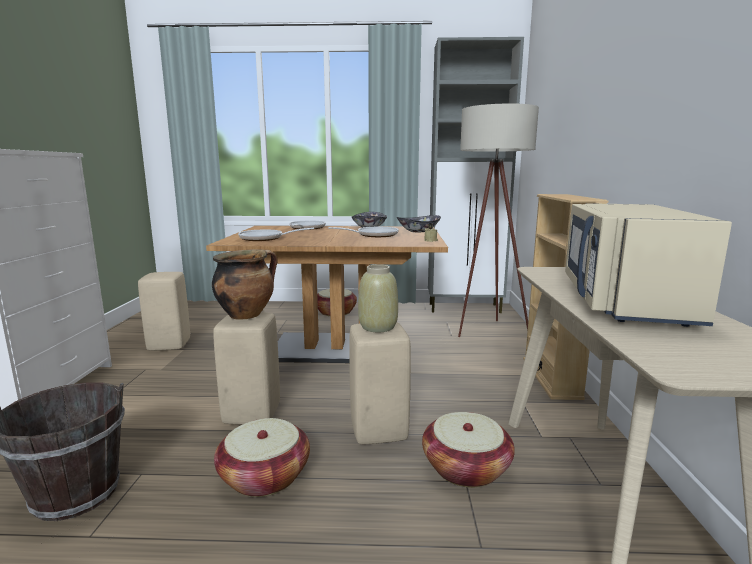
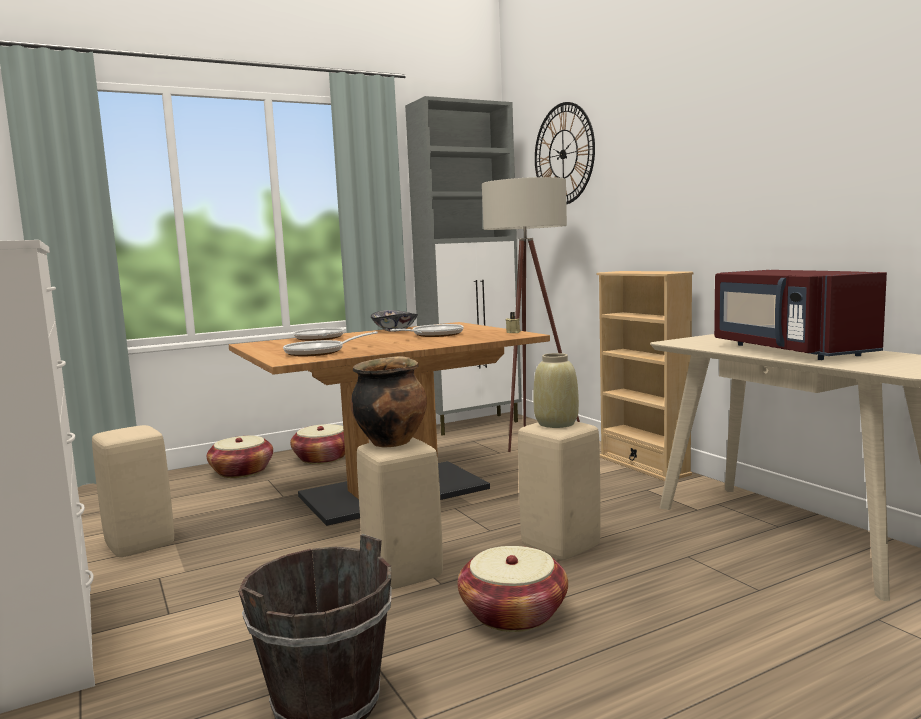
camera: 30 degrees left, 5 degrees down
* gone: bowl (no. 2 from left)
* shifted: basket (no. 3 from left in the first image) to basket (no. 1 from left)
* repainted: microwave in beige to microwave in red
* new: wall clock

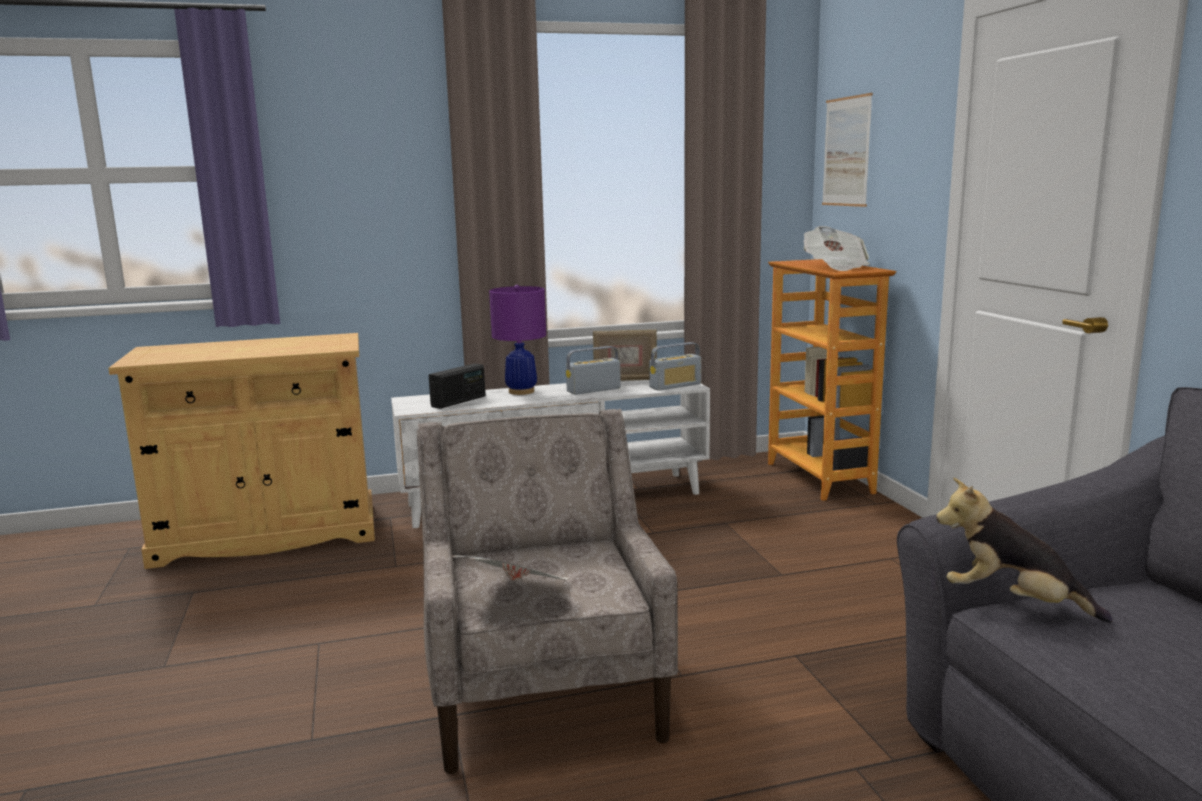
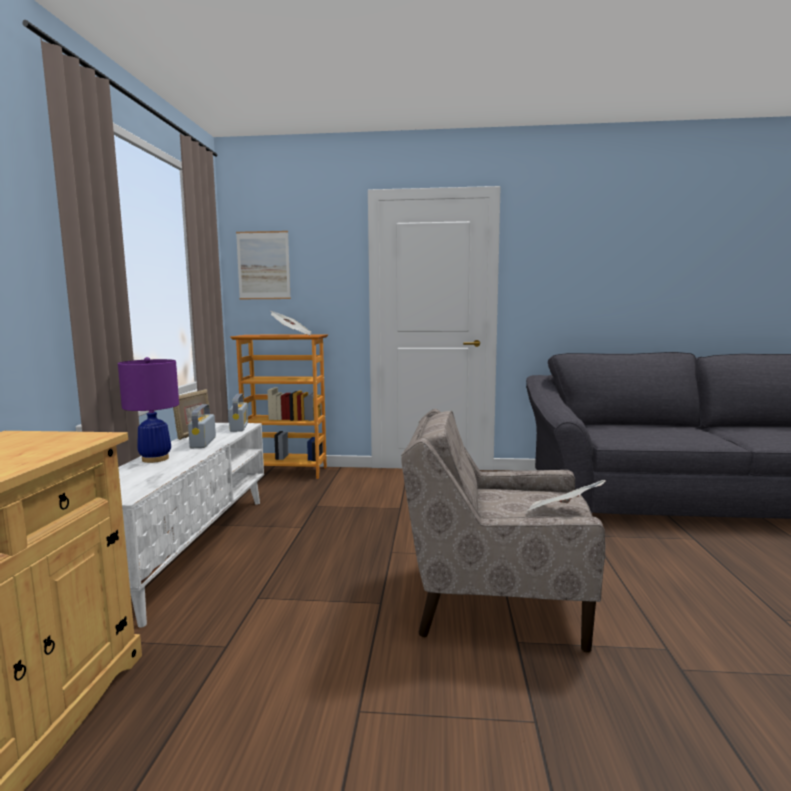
camera: 70 degrees left, 5 degrees down
* gone: radio (no. 1 from left)
* gone: plush toy

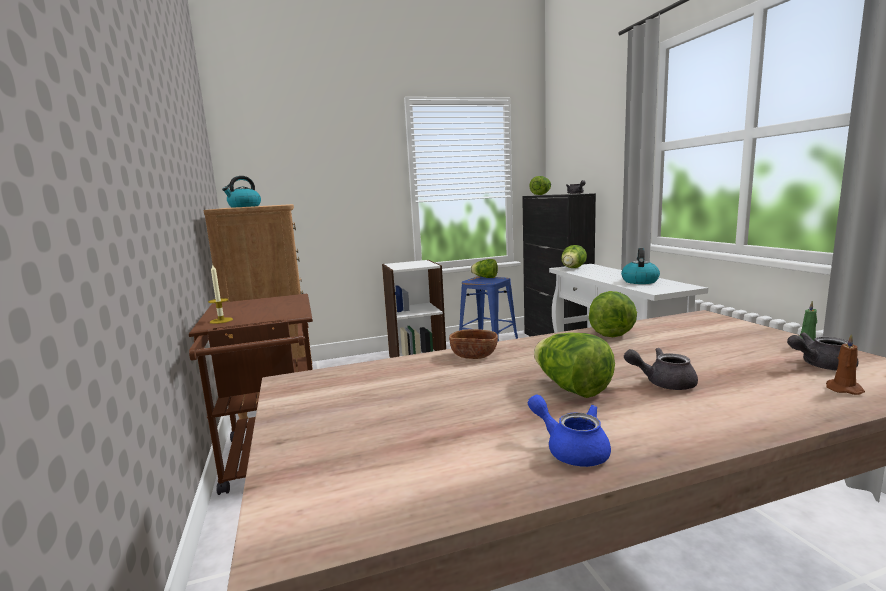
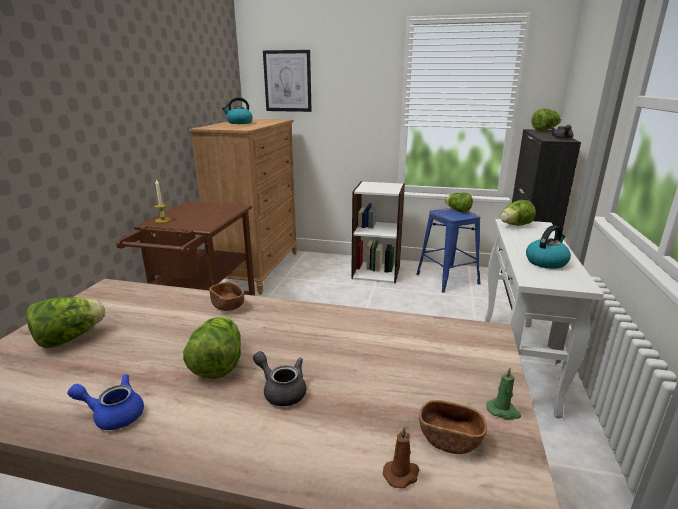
camera: 30 degrees right, 10 degrees up
* rotated: teapot in blue 75 degrees counterclockwise
* shifted: lettuce (no. 5 from left in the first image) to lettuce (no. 1 from left)
* swapped: teapot in grey (no. 3 from left) to bowl in brown (no. 2 from left)
* new: picture

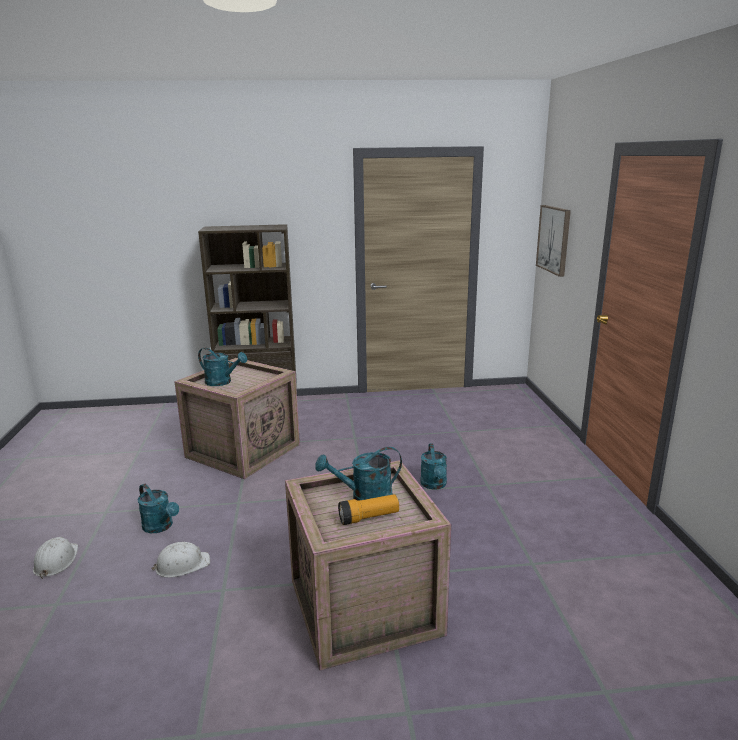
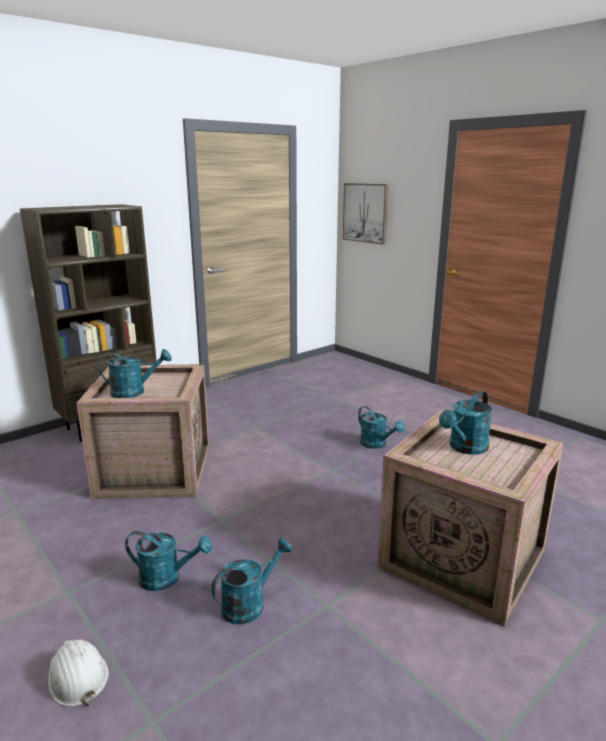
camera: 35 degrees left, 0 degrees up
* swapped: hard hat in white (no. 2 from left) to watering can in turquoise (no. 3 from left)
* gone: flashlight

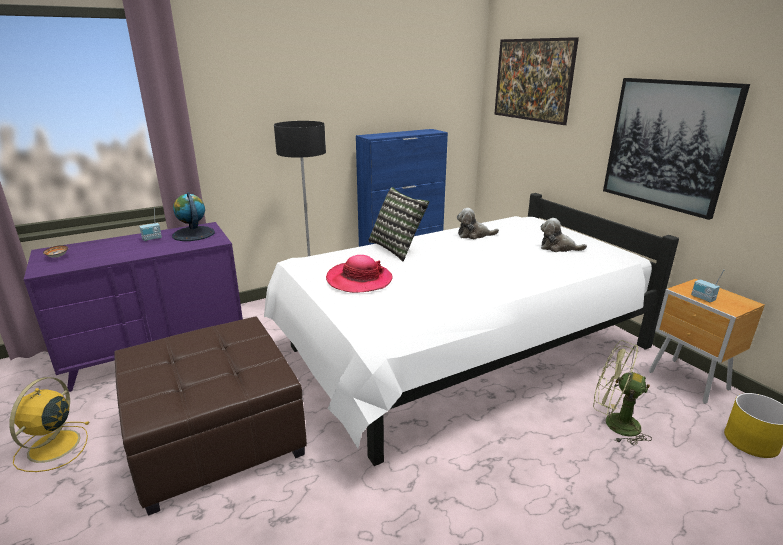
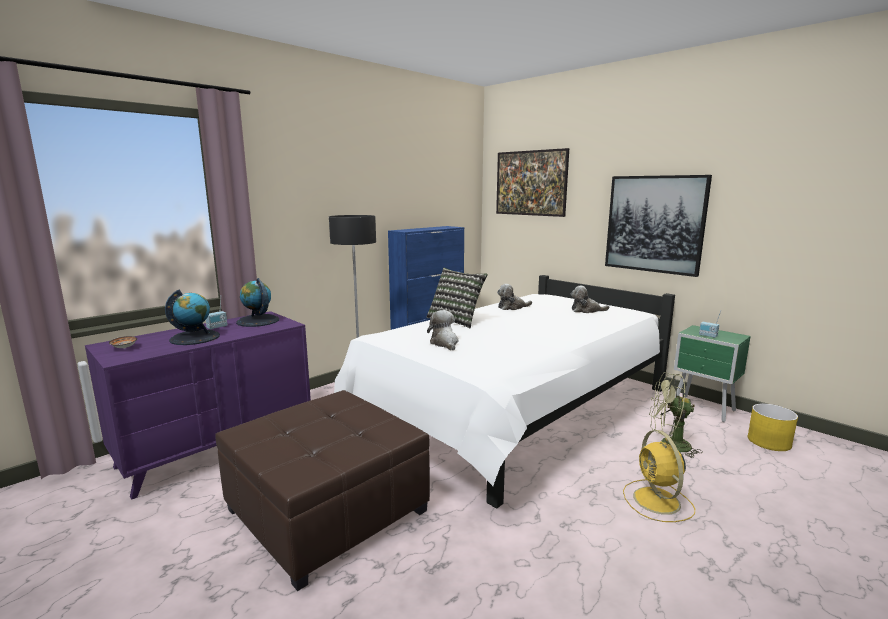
camera: 15 degrees left, 10 degrees down
* shifted: fan in yellow
* swapped: hat to plush toy (no. 1 from left)
* repainted: nightstand in brown to nightstand in green
* new: globe (no. 1 from left)

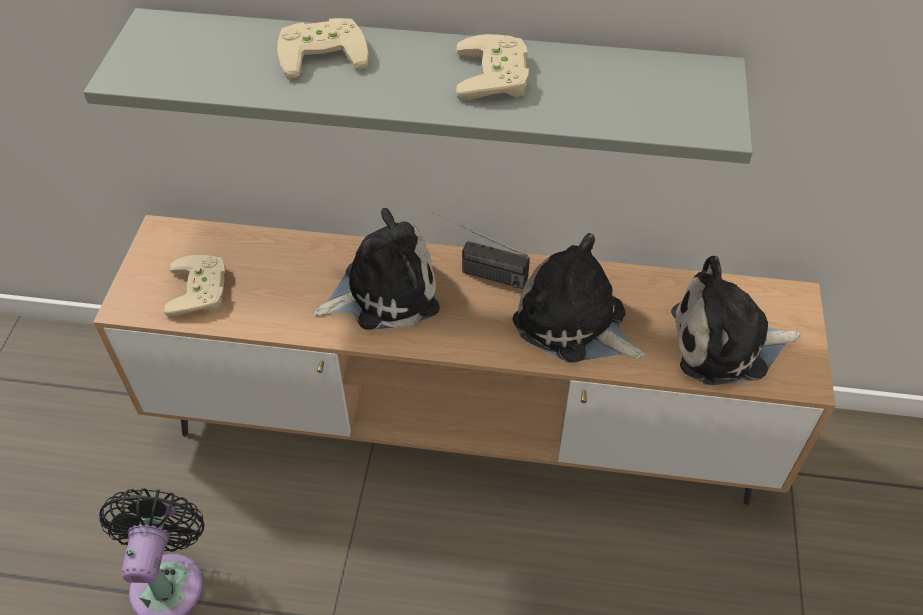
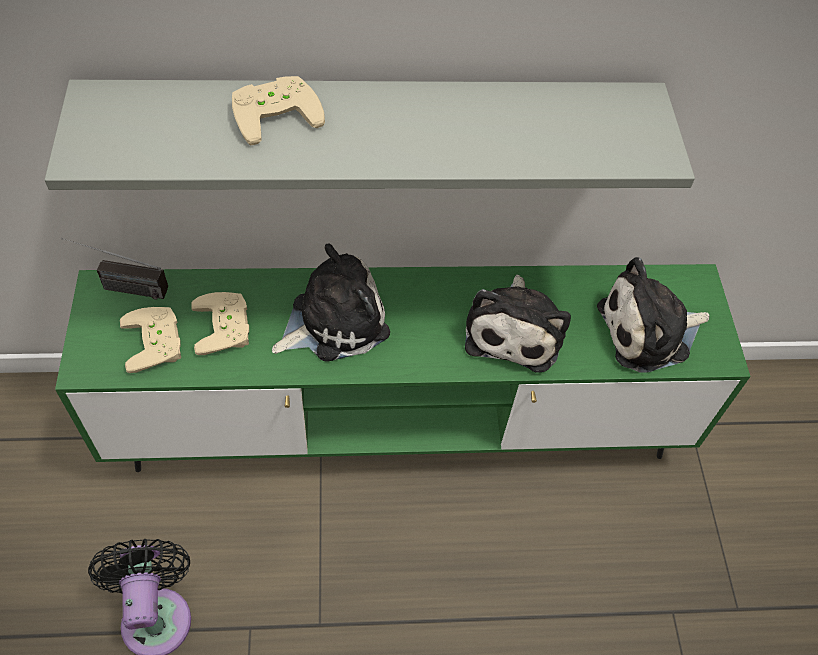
camera: 15 degrees left, 5 degrees up
* repainted: tv stand in brown to tv stand in green
* shifted: radio
* shifted: game controller in beige (no. 3 from left in the first image) to game controller in beige (no. 2 from left)
* rotated: plush toy (no. 2 from left) 105 degrees counterclockwise

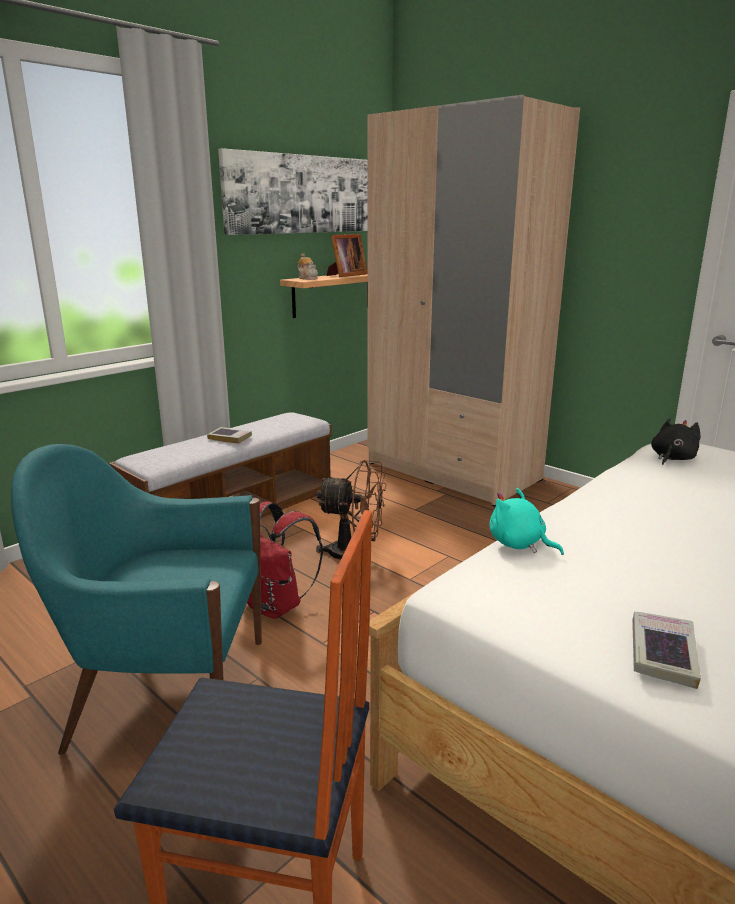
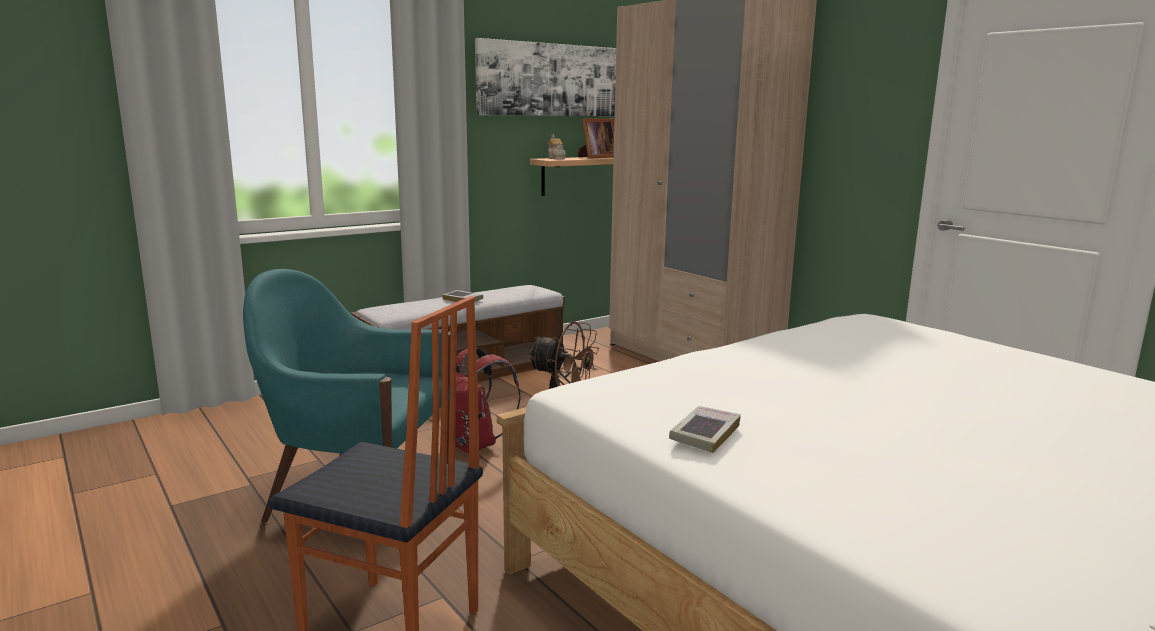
camera: 10 degrees right, 5 degrees down
* gone: plush toy in turquoise
* gone: plush toy in black

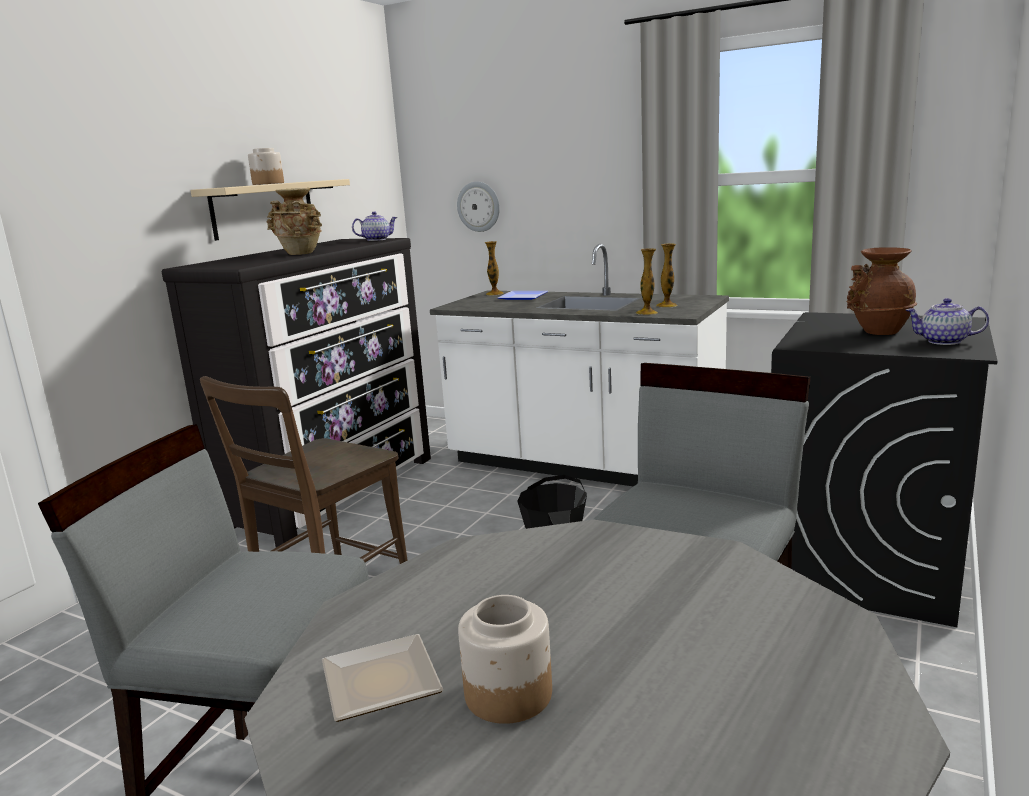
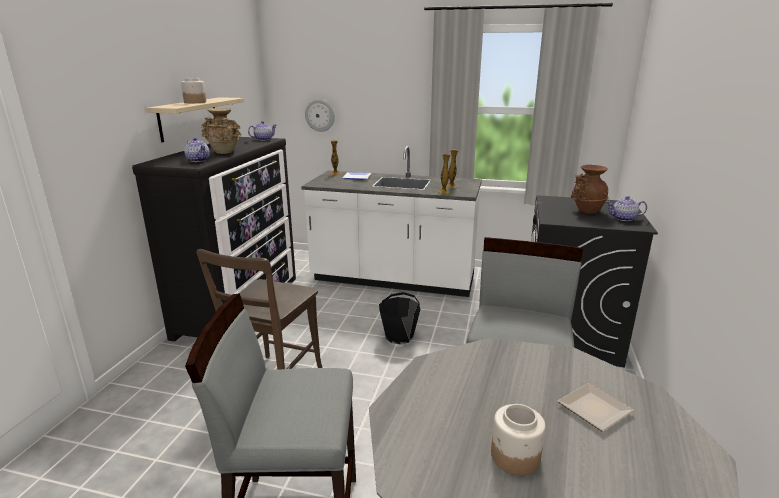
camera: 15 degrees left, 5 degrees up
* shifted: plate (no. 1 from left in the first image) to plate (no. 2 from left)
* new: teapot (no. 1 from left)

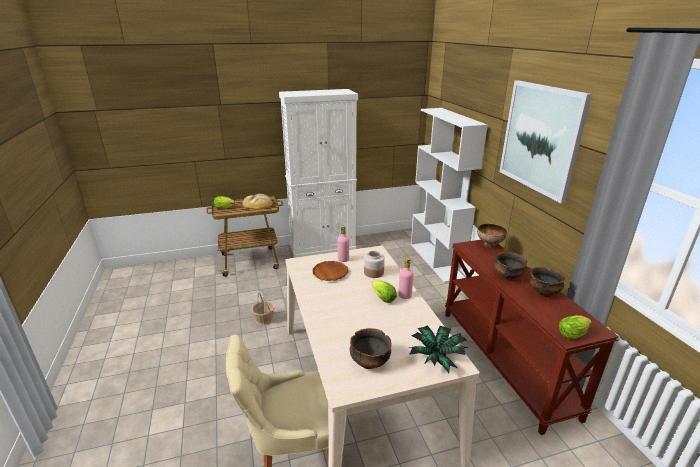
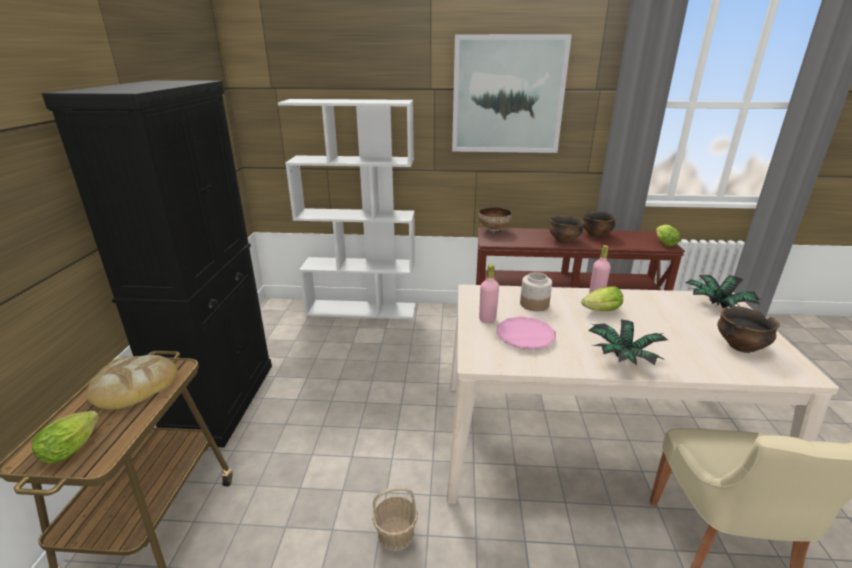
camera: 70 degrees left, 0 degrees up
* repainted: cabinet in white to cabinet in black
* repainted: plate in brown to plate in pink
* new: potted plant (no. 1 from left)

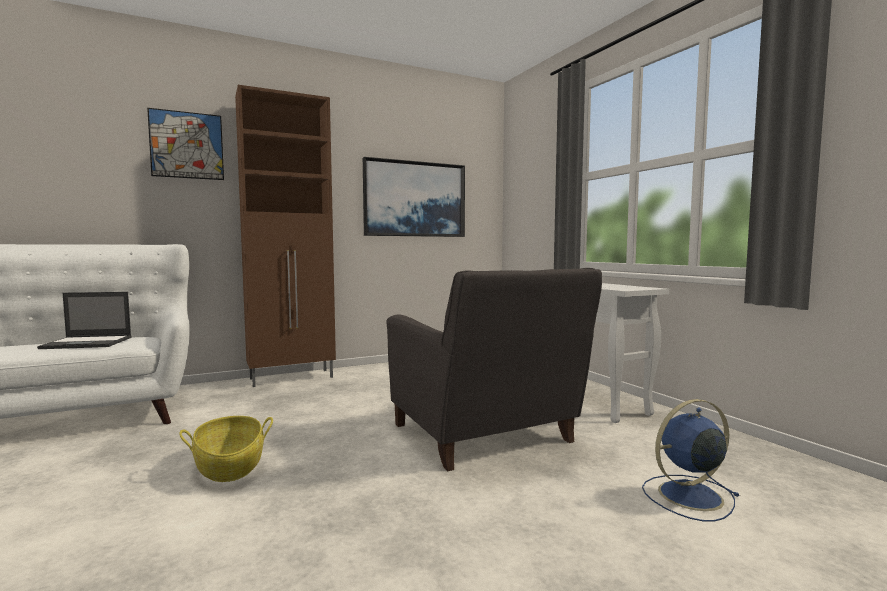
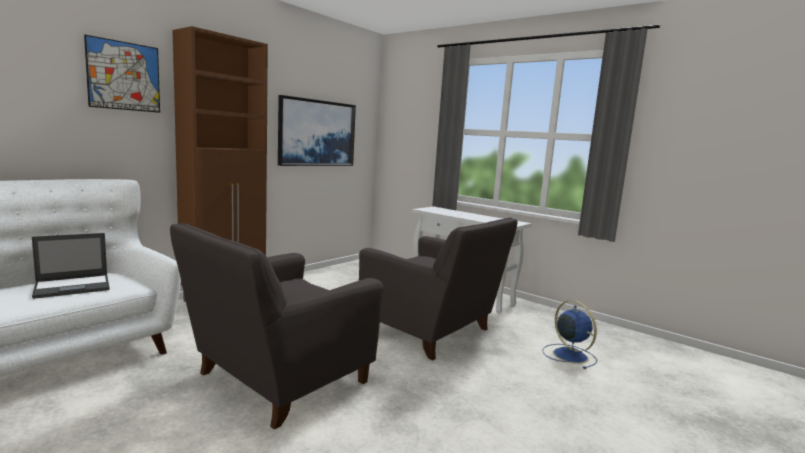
camera: 25 degrees left, 5 degrees up
* swapped: basket to armchair in grey (no. 1 from left)
* rotated: fan in blue 105 degrees clockwise

